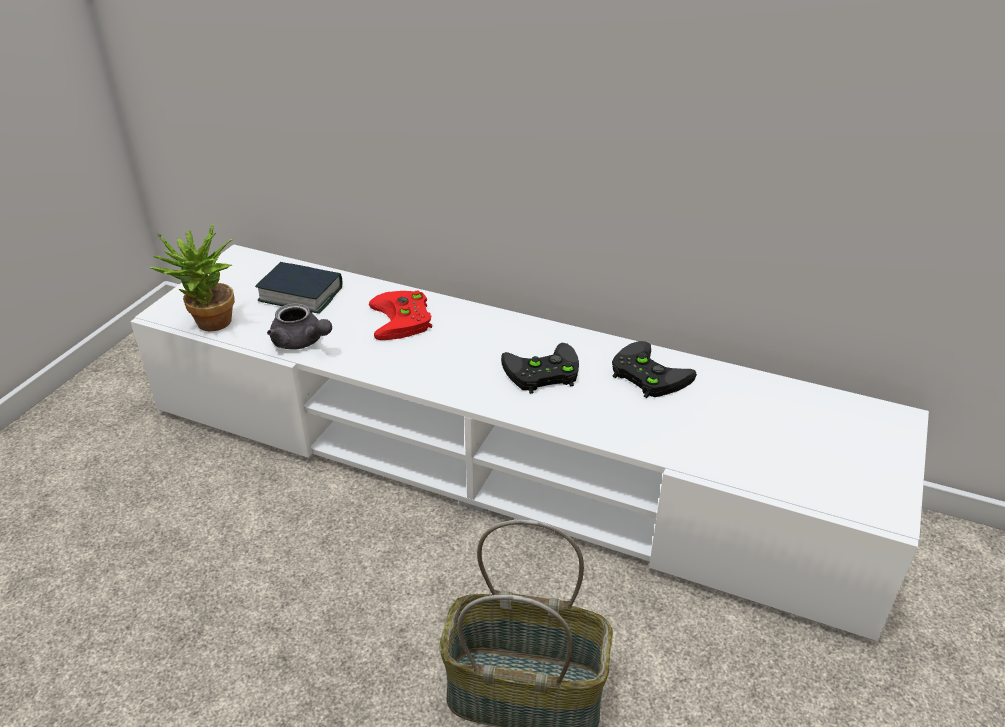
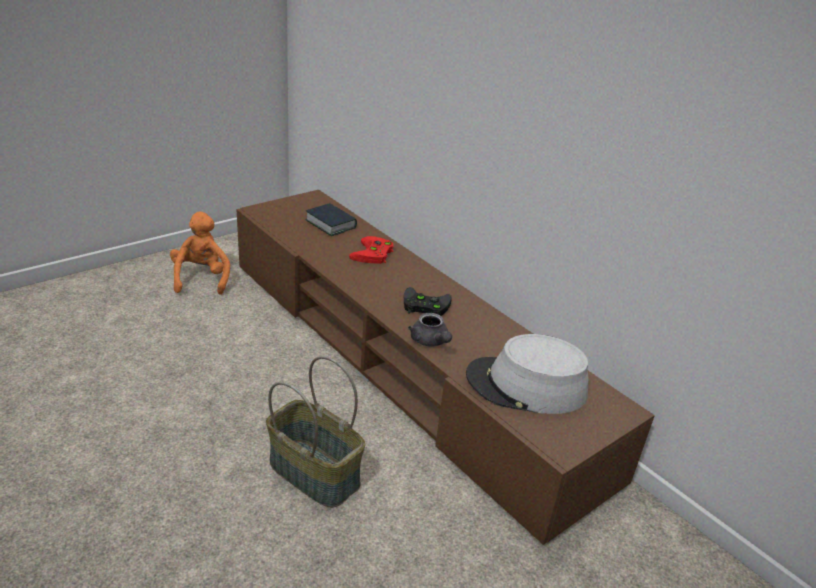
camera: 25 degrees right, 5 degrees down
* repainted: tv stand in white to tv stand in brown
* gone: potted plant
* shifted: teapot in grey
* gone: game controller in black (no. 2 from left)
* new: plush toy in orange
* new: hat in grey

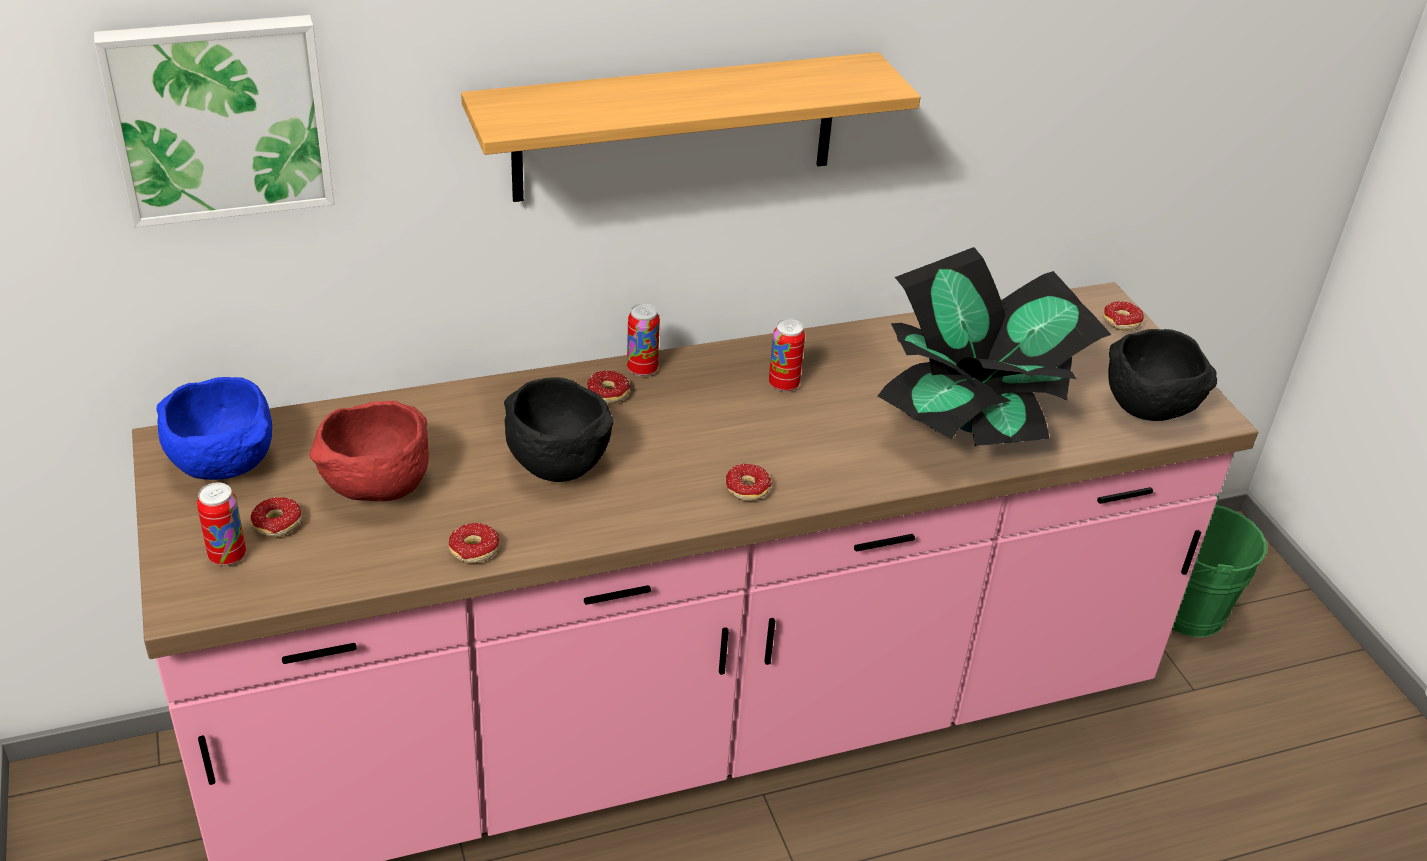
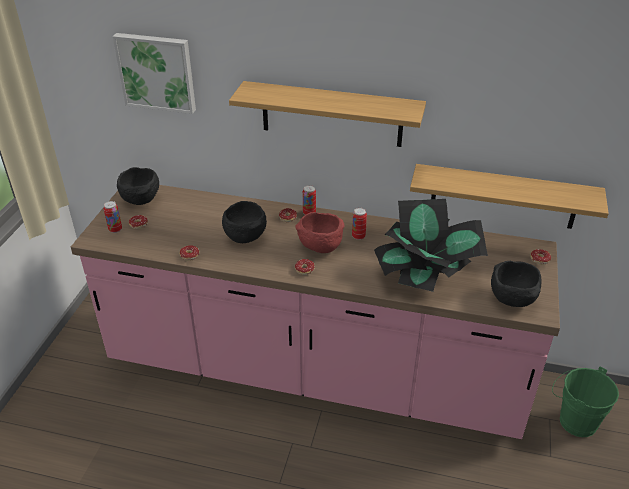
camera: 35 degrees right, 0 degrees up
* repainted: bowl in blue to bowl in black (no. 1 from left)
* shifted: bowl in red
* new: shelf (no. 2 from left)

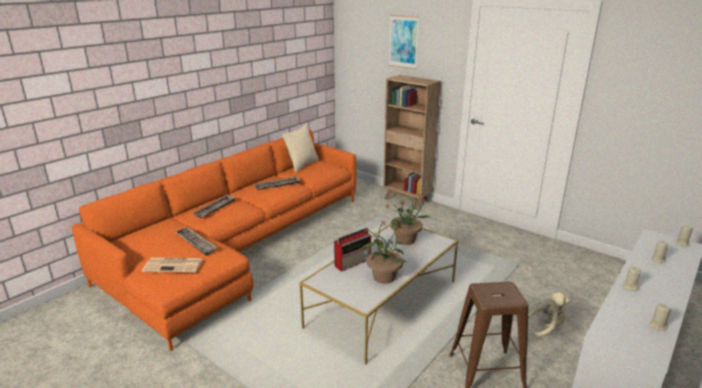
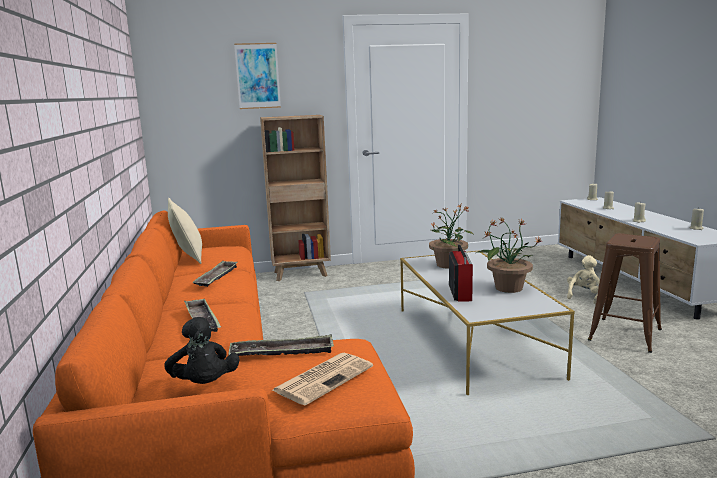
camera: 50 degrees left, 10 degrees down
* new: plush toy in black

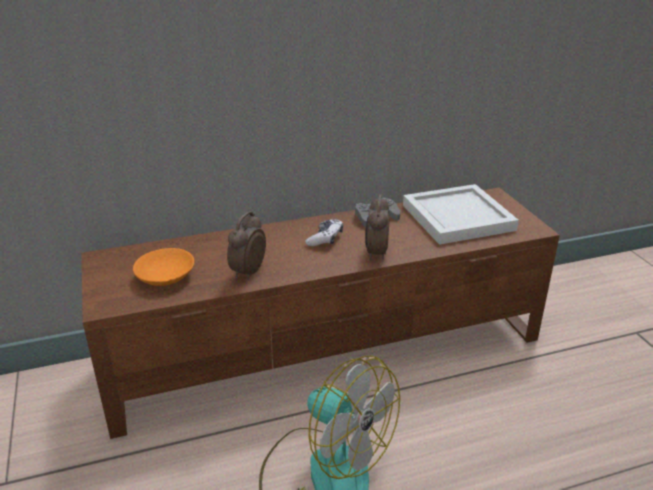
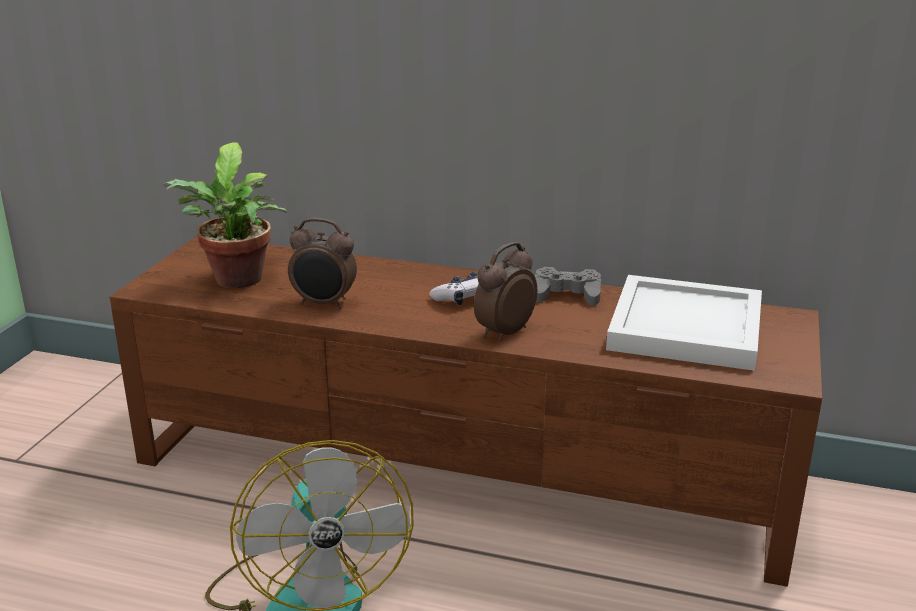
camera: 35 degrees right, 5 degrees down
* swapped: bowl in orange to potted plant
* rotated: alarm clock (no. 1 from left) 135 degrees counterclockwise

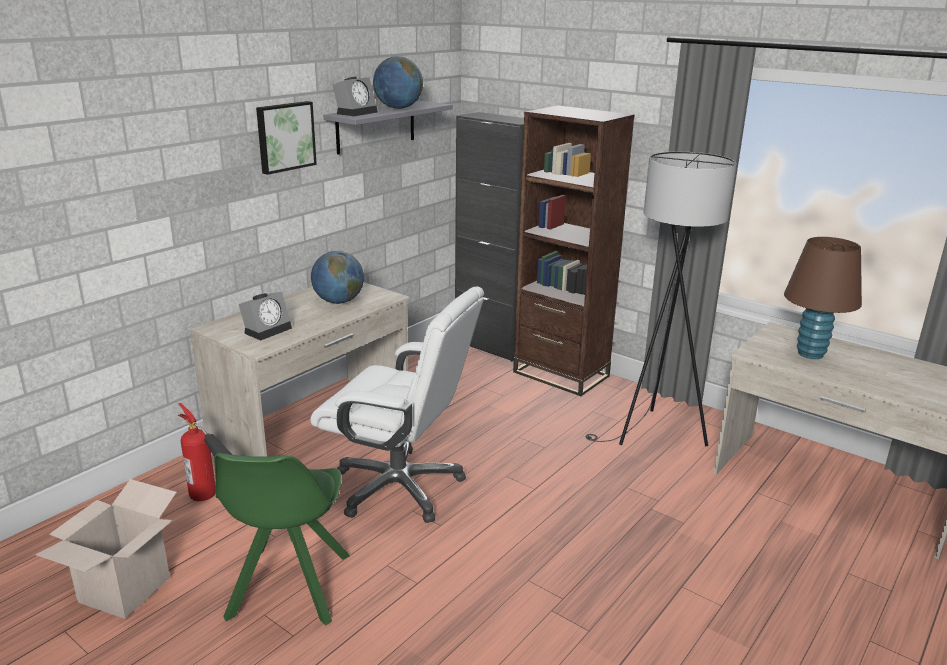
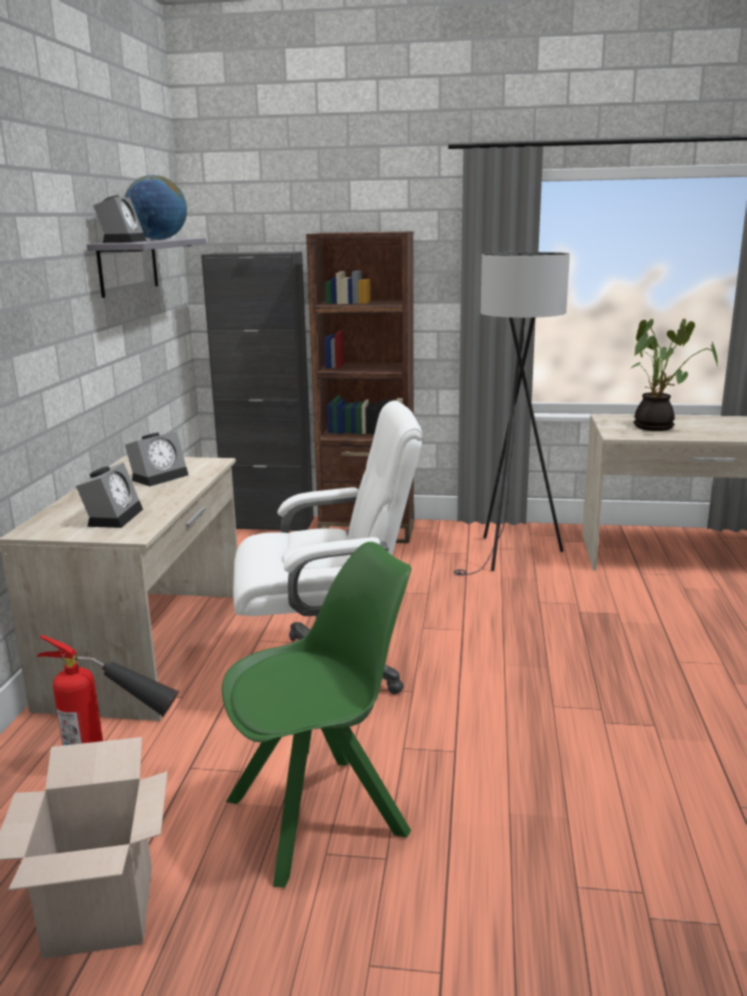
camera: 30 degrees left, 5 degrees down
* rotated: chair in green 90 degrees counterclockwise
* gone: picture
* swapped: globe (no. 1 from left) to alarm clock (no. 3 from left)
* swapped: table lamp in brown to potted plant

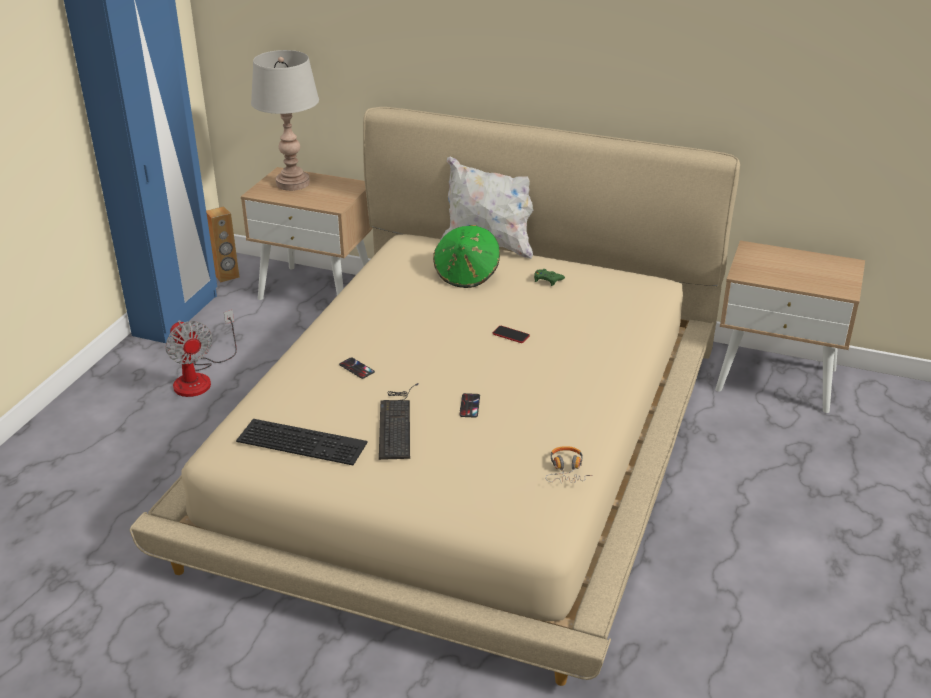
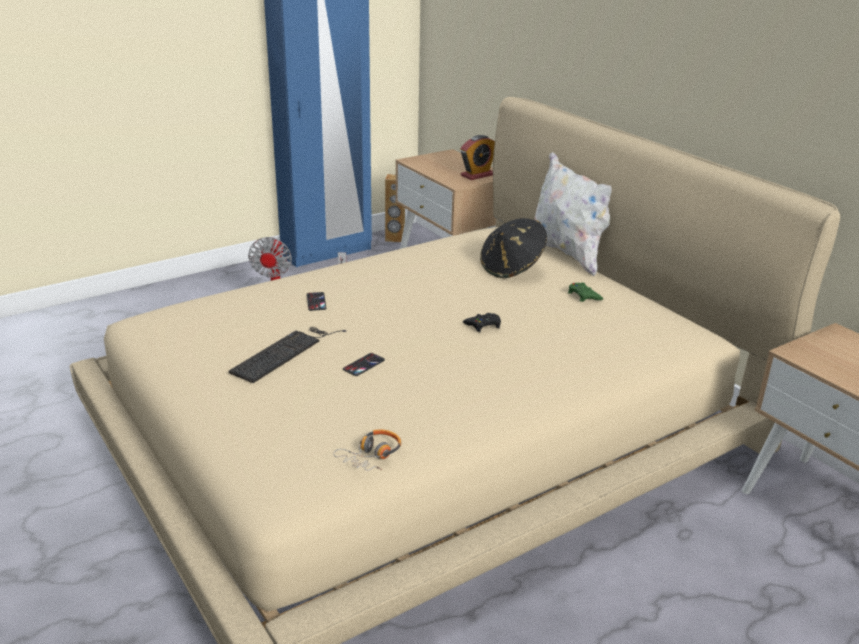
camera: 35 degrees right, 5 degrees down
* gone: keyboard (no. 1 from left)
* gone: table lamp in grey
* repainted: hat in green to hat in black
* swapped: phone (no. 3 from left) to game controller in black
* new: alarm clock

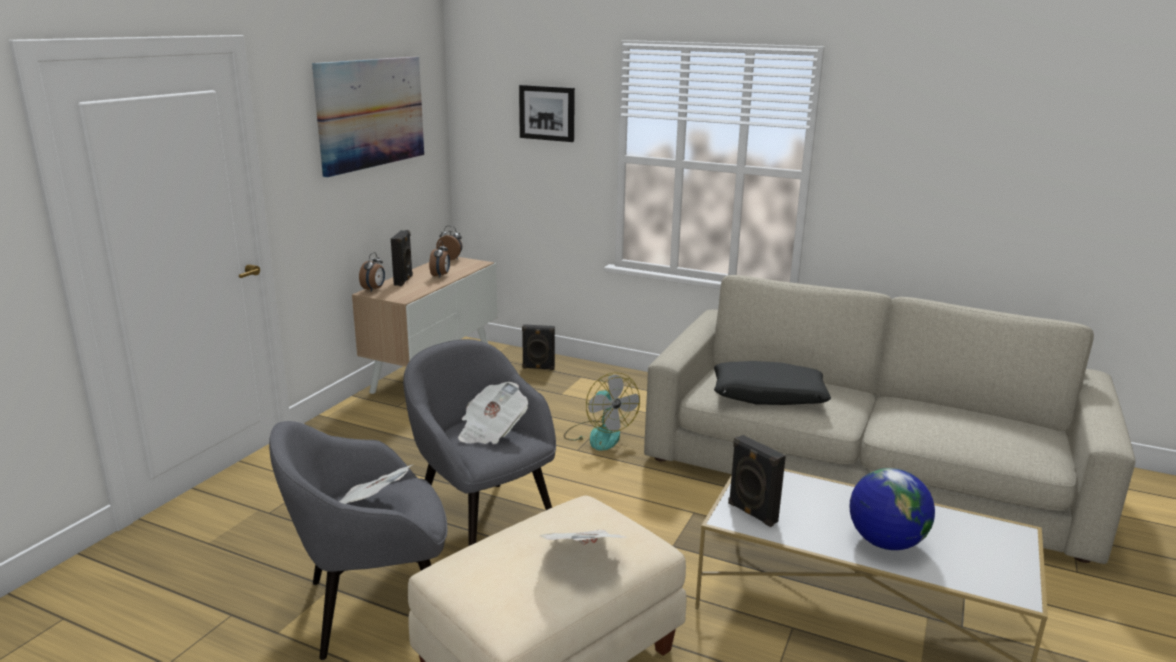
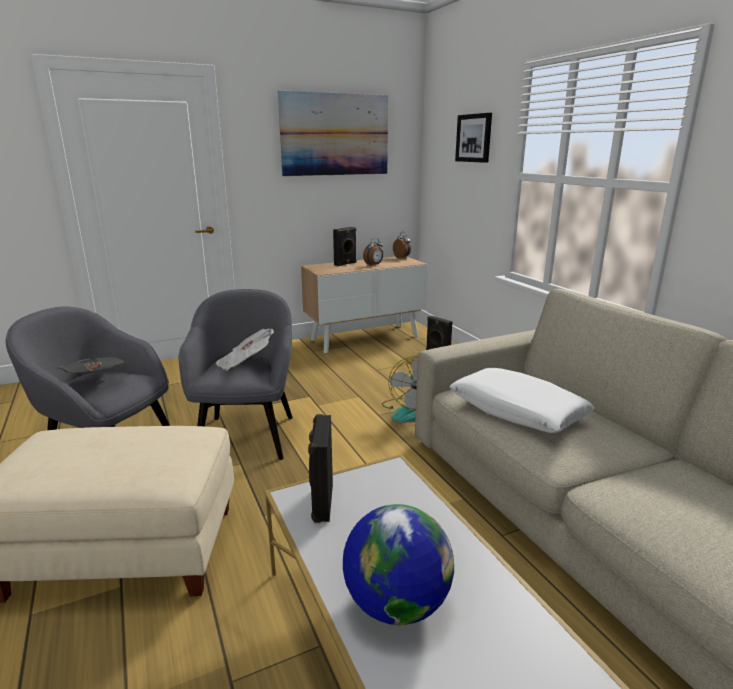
camera: 40 degrees right, 0 degrees up
* gone: alarm clock (no. 1 from left)
* gone: newspaper (no. 3 from left)
* repainted: pillow in black to pillow in white

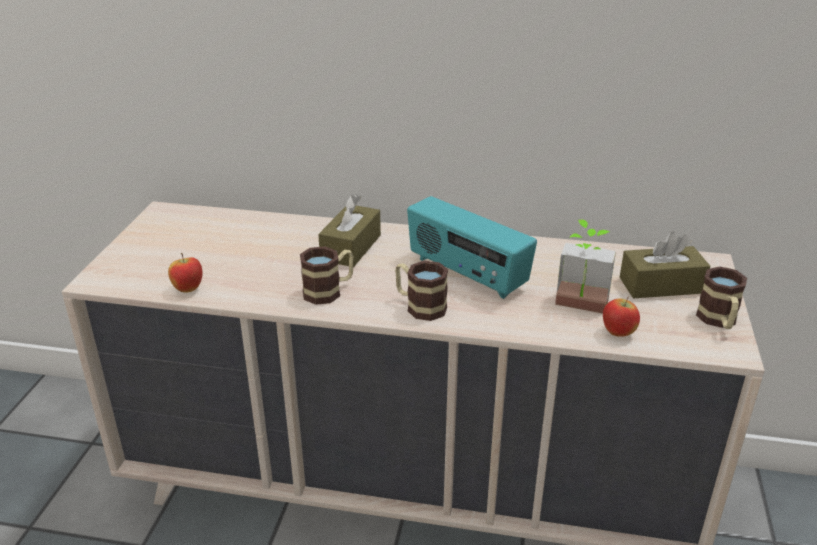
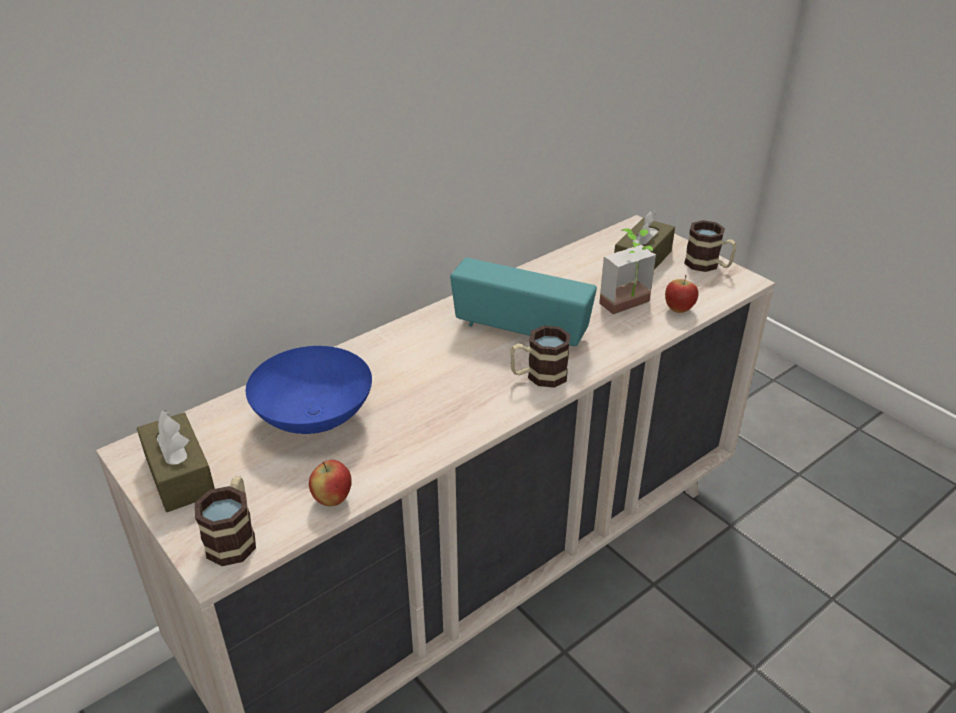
camera: 50 degrees left, 5 degrees up
* shifted: mug (no. 1 from left)
* shifted: tissue box in brown (no. 1 from left)
* rotated: radio 150 degrees counterclockwise
* new: bowl in blue

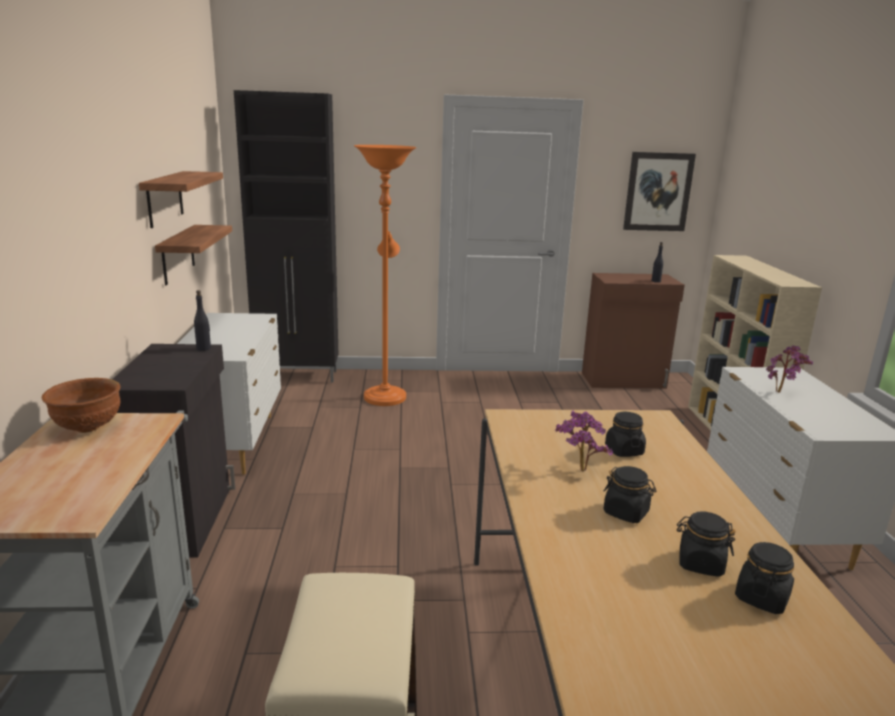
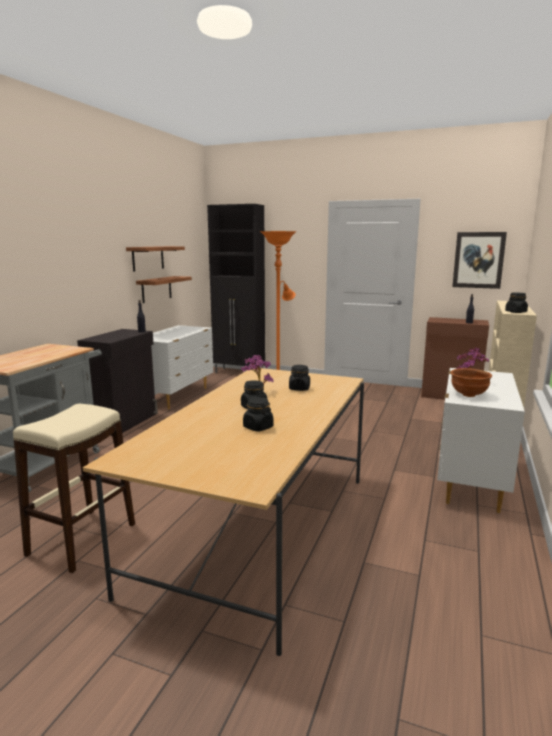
camera: 25 degrees right, 5 degrees down
* shifted: bowl in brown
* shifted: jar in black (no. 4 from left)

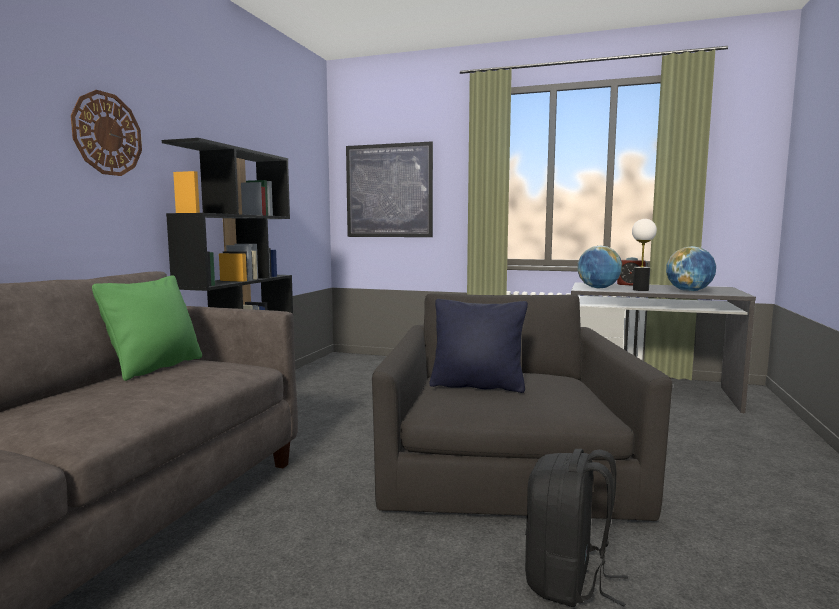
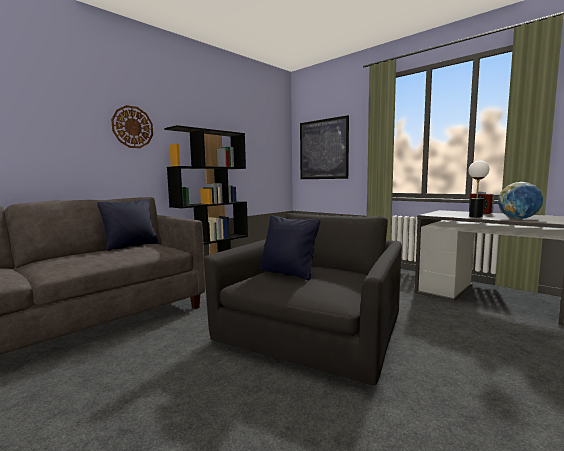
camera: 25 degrees right, 0 degrees up
* repainted: pillow in green to pillow in black (no. 1 from left)
* gone: backpack in black
* gone: globe (no. 1 from left)

